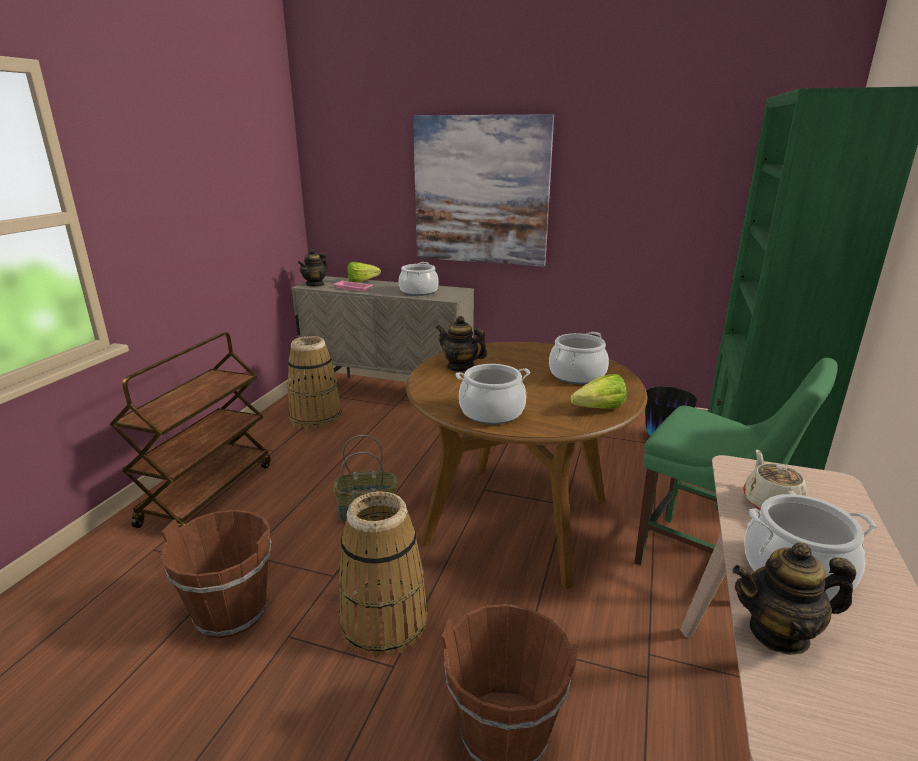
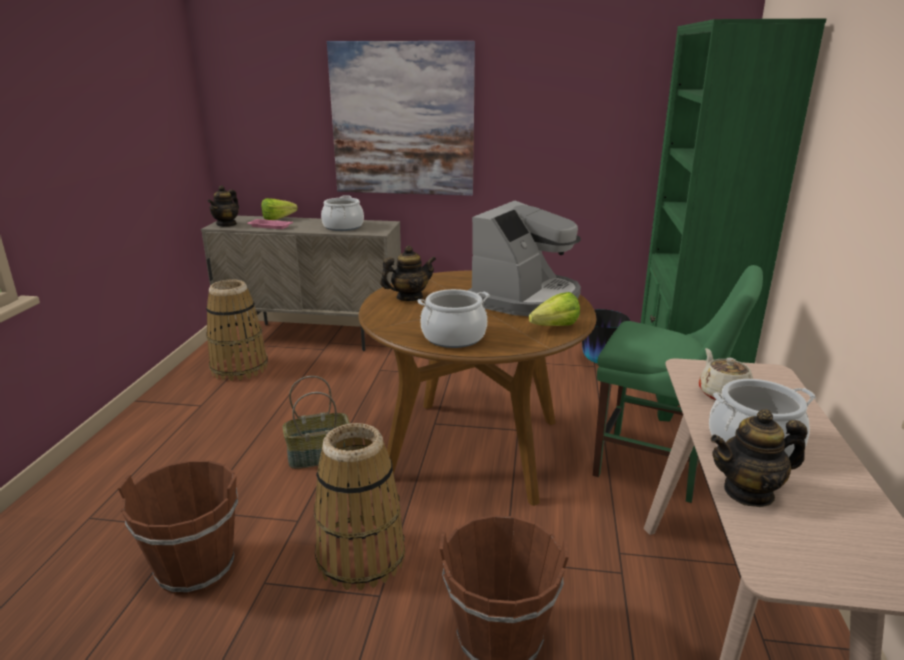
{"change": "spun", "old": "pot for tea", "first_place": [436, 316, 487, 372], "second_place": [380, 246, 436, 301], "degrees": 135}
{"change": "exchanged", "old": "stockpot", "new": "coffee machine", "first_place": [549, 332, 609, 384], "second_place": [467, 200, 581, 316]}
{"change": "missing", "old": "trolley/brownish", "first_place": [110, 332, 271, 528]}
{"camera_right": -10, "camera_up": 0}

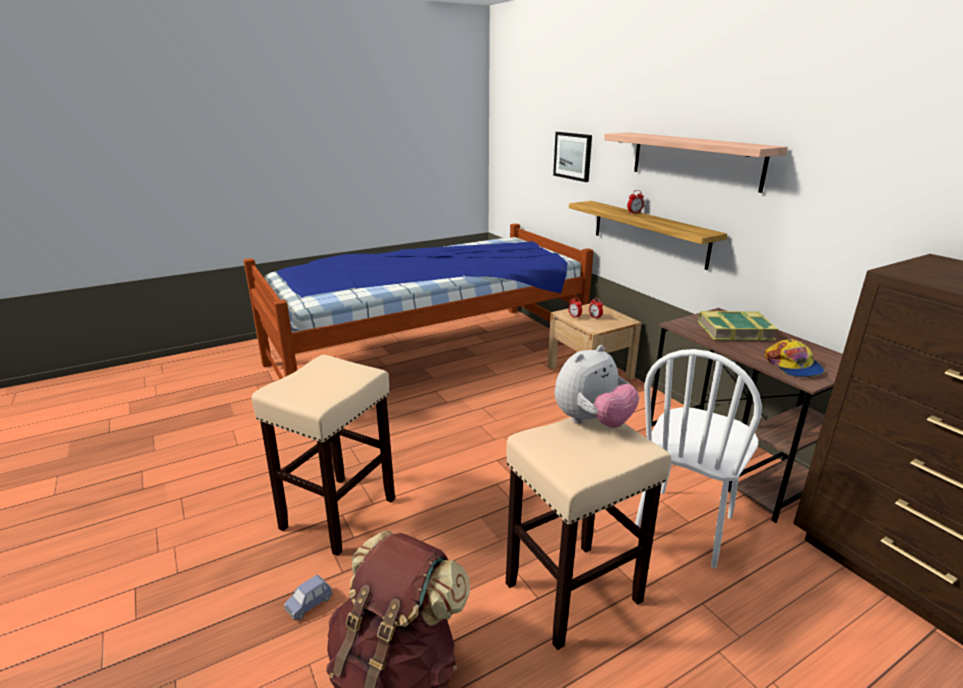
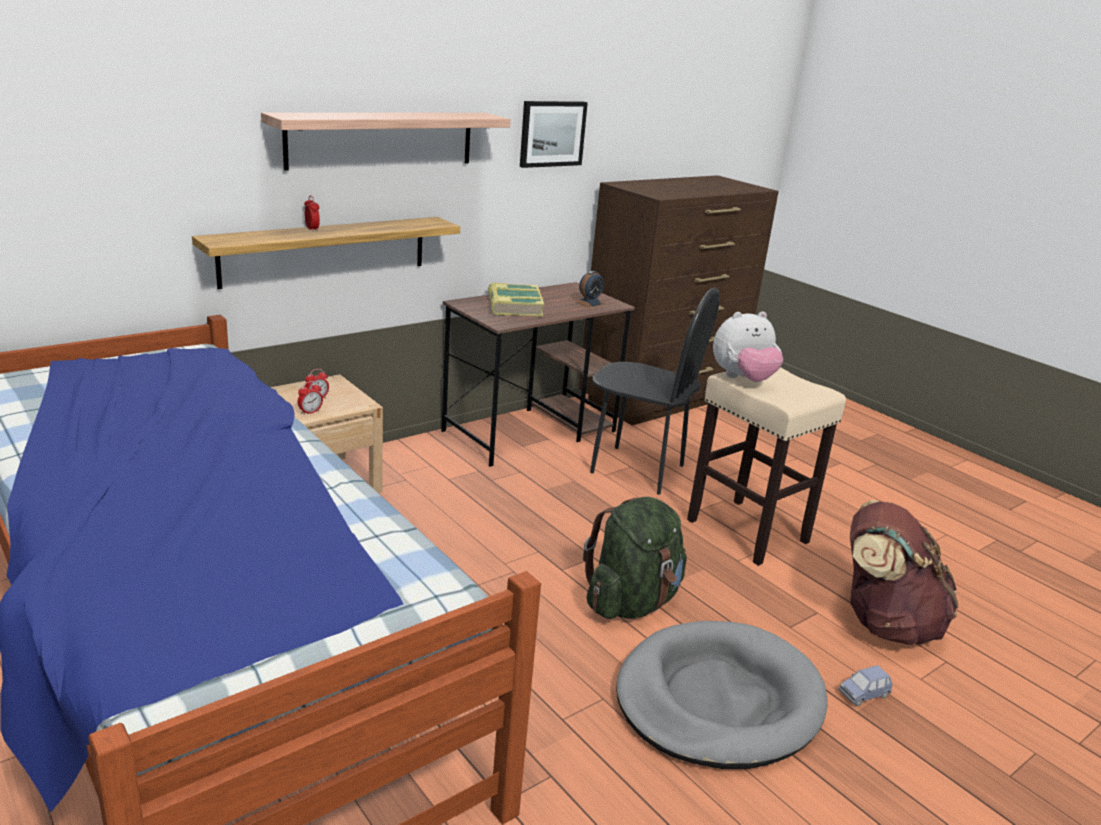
{"change": "relocated", "old": "wall art", "first_place": [553, 132, 592, 182], "second_place": [520, 101, 588, 168]}
{"change": "exchanged", "old": "baseball cap", "new": "table clock", "first_place": [765, 339, 824, 377], "second_place": [576, 271, 604, 307]}
{"change": "appeared", "new": "rucksack/green", "second_place": [583, 497, 687, 619]}
{"change": "colour", "old": "chair/whitish", "new": "chair/blackish", "first_place": [635, 349, 762, 568], "second_place": [590, 288, 720, 495]}
{"change": "exchanged", "old": "stool seat/beige-coloured", "new": "dog cushion/greyish", "first_place": [251, 355, 395, 556], "second_place": [616, 621, 827, 769]}
{"change": "spun", "old": "cuddly toy", "first_place": [555, 345, 639, 428], "second_place": [713, 311, 783, 382], "degrees": 120}
{"change": "spun", "old": "miniature car/blue-coloured", "first_place": [284, 575, 333, 620], "second_place": [839, 665, 893, 706], "degrees": 120}
{"camera_right": -100, "camera_up": 0}

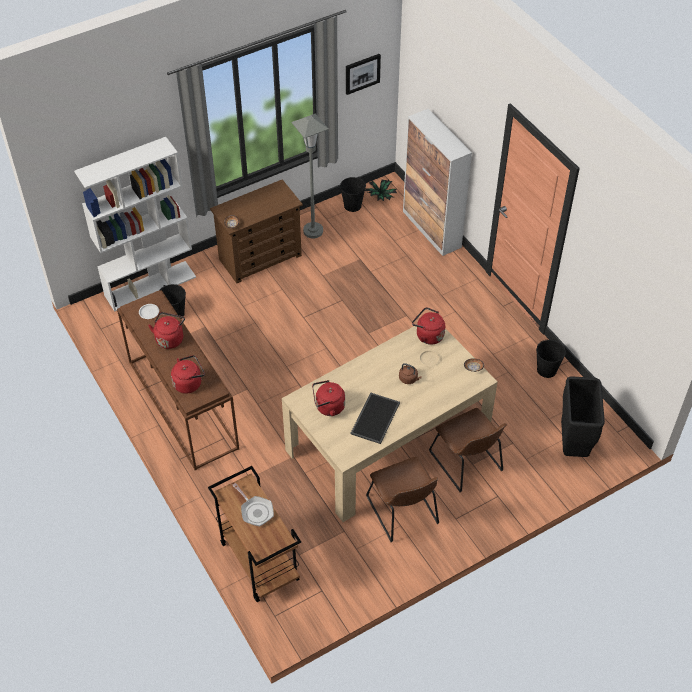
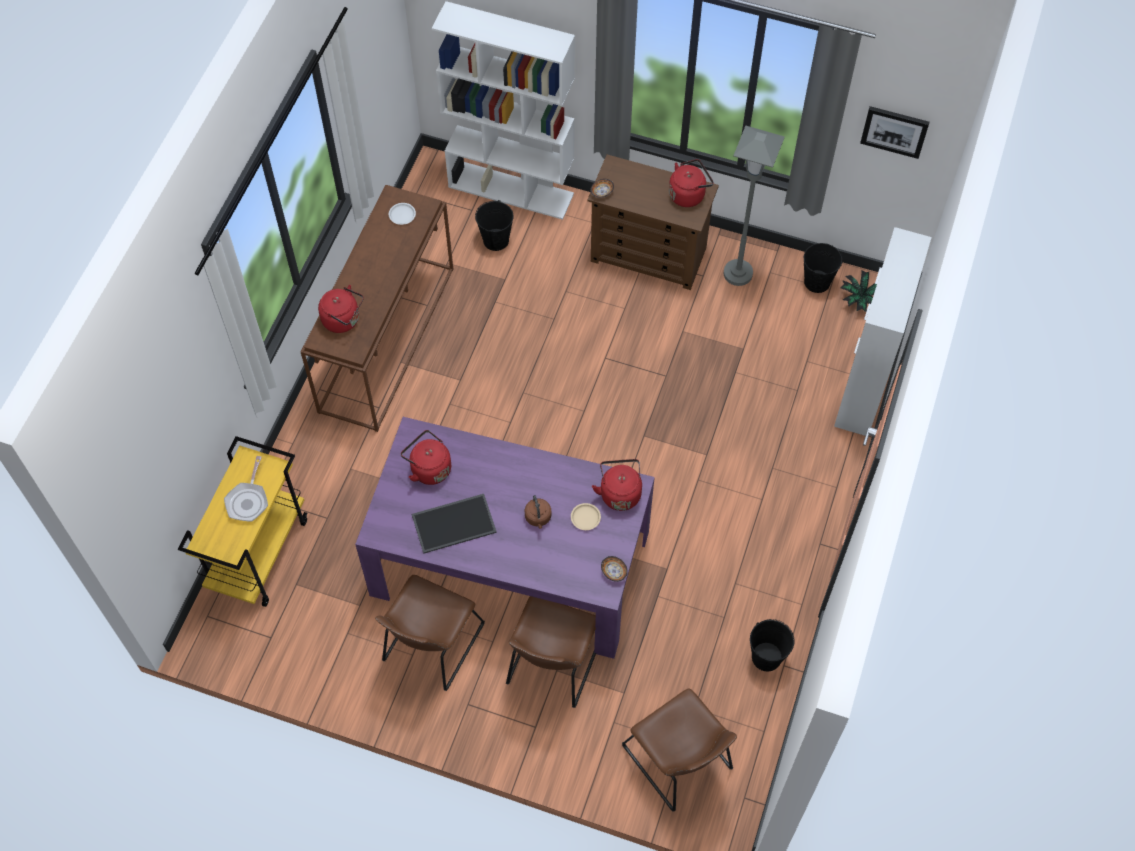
{"change": "colour", "old": "trolley/brownish", "new": "trolley/yellow-coloured", "first_place": [208, 466, 301, 602], "second_place": [178, 436, 308, 607]}
{"change": "colour", "old": "kitchen table/beige-coloured", "new": "kitchen table/purple-coloured", "first_place": [282, 326, 498, 522], "second_place": [355, 417, 655, 659]}
{"change": "exchanged", "old": "waste bin/blackish", "new": "chair/brownish", "first_place": [561, 376, 605, 457], "second_place": [622, 688, 737, 812]}
{"change": "relocated", "old": "tea kettle/reddish", "first_place": [148, 312, 185, 349], "second_place": [669, 159, 714, 207]}
{"camera_right": 50, "camera_up": 10}

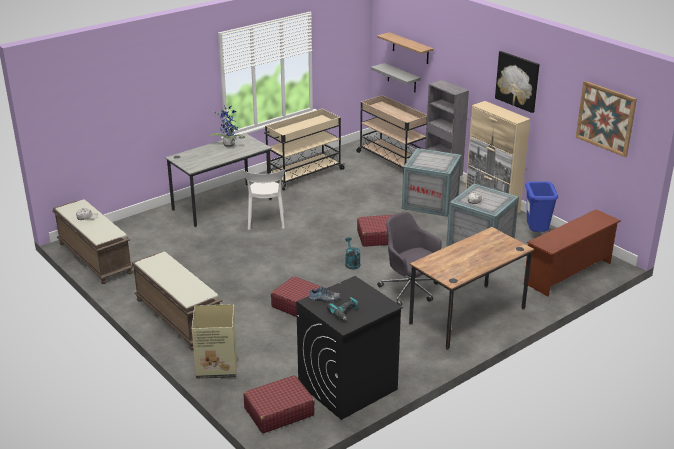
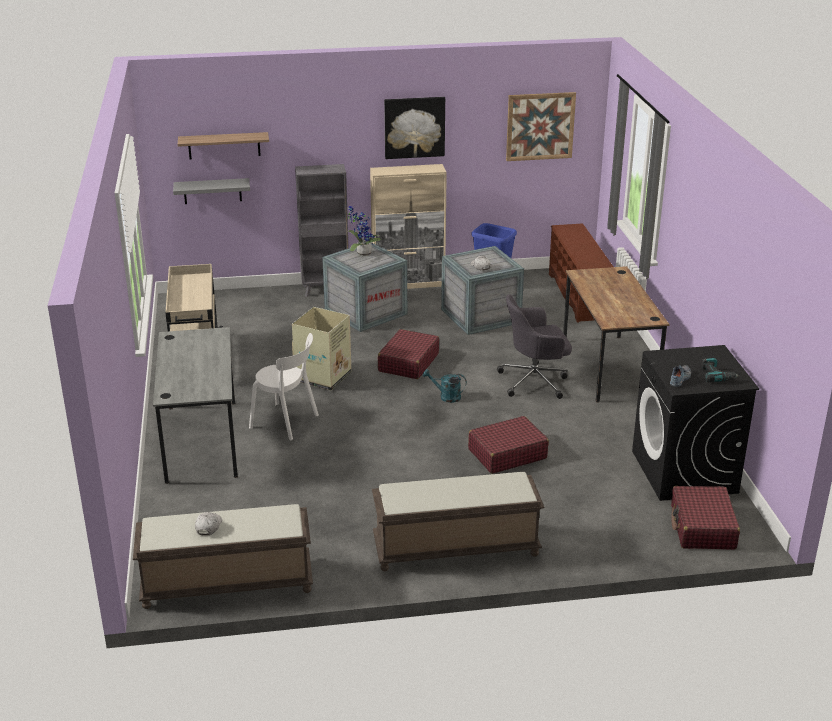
{"change": "relocated", "old": "carton", "first_place": [192, 304, 237, 379], "second_place": [292, 307, 351, 391]}
{"change": "relocated", "old": "houseplant", "first_place": [209, 106, 243, 147], "second_place": [348, 206, 381, 256]}
{"change": "missing", "old": "trolley/beige-coloured", "first_place": [356, 95, 427, 168]}
{"camera_right": -60, "camera_up": 0}

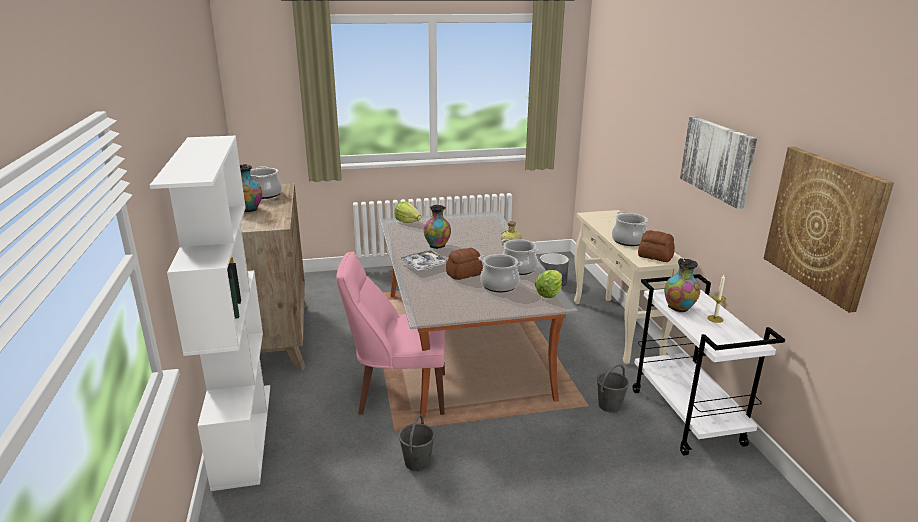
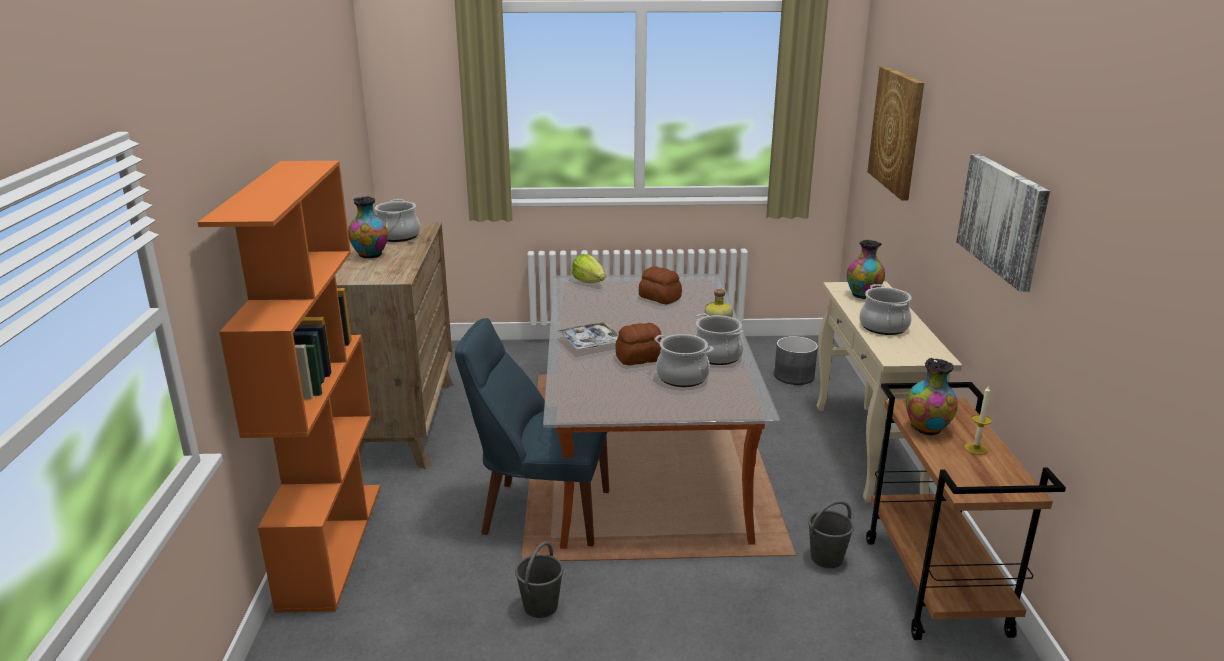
{"change": "colour", "old": "bookcase/whitish", "new": "bookcase/orange", "first_place": [150, 136, 270, 491], "second_place": [198, 161, 380, 613]}
{"change": "colour", "old": "chair/pinkish", "new": "chair/blue-coloured", "first_place": [336, 251, 445, 415], "second_place": [455, 318, 609, 546]}
{"change": "relocated", "old": "baked bread", "first_place": [638, 230, 675, 262], "second_place": [639, 266, 682, 304]}
{"change": "relocated", "old": "vase", "first_place": [424, 205, 451, 249], "second_place": [847, 240, 885, 299]}
{"change": "colour", "old": "trolley/whitish", "new": "trolley/brownish", "first_place": [633, 274, 785, 455], "second_place": [866, 382, 1066, 640]}
{"change": "relocated", "old": "wall art", "first_place": [764, 147, 894, 313], "second_place": [867, 66, 924, 201]}
{"change": "missing", "old": "lettuce", "first_place": [535, 270, 562, 298]}
{"camera_right": 10, "camera_up": 0}

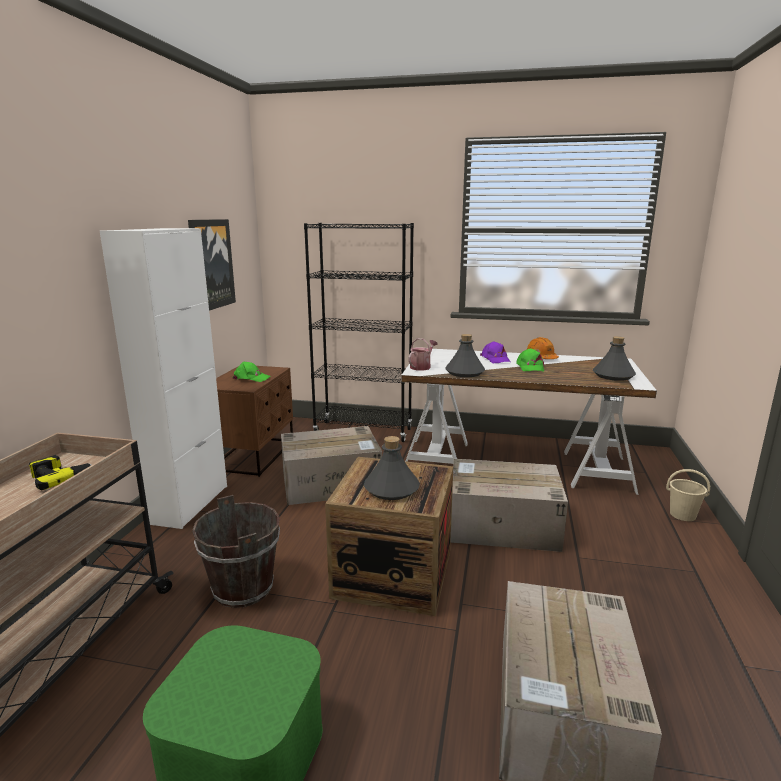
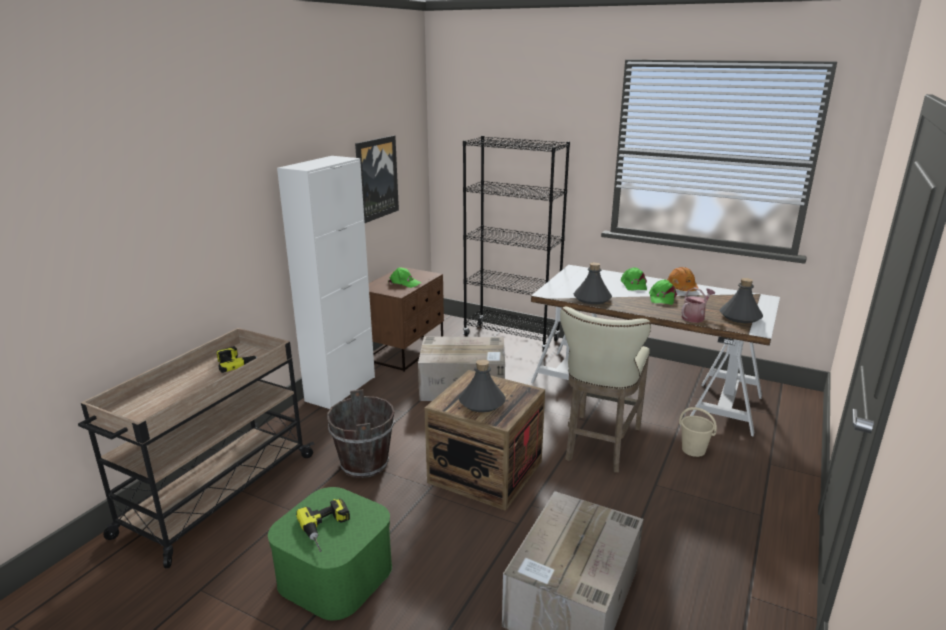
{"change": "appeared", "new": "power drill", "second_place": [296, 499, 350, 552]}
{"change": "exchanged", "old": "carton", "new": "stool seat/beige-coloured", "first_place": [450, 459, 568, 552], "second_place": [560, 307, 651, 472]}
{"change": "colour", "old": "baseball cap/purple-coloured", "new": "baseball cap/green", "first_place": [480, 341, 510, 363], "second_place": [621, 267, 647, 290]}
{"change": "relocated", "old": "bucket/beige-coloured", "first_place": [666, 469, 710, 521], "second_place": [679, 407, 717, 457]}
{"change": "relocated", "old": "sprinkling can", "first_place": [409, 338, 438, 371], "second_place": [681, 287, 715, 323]}
{"camera_right": 15, "camera_up": 5}

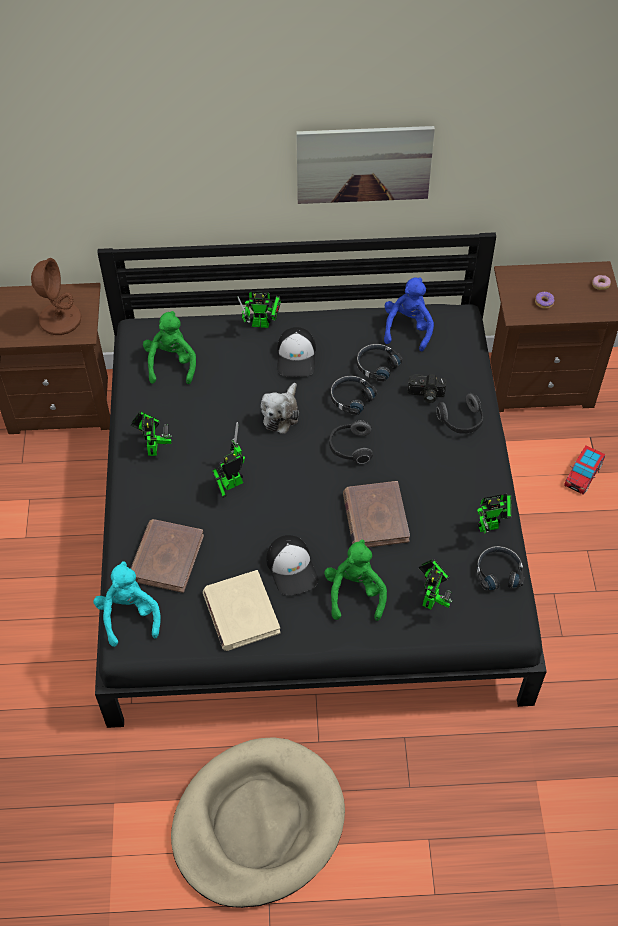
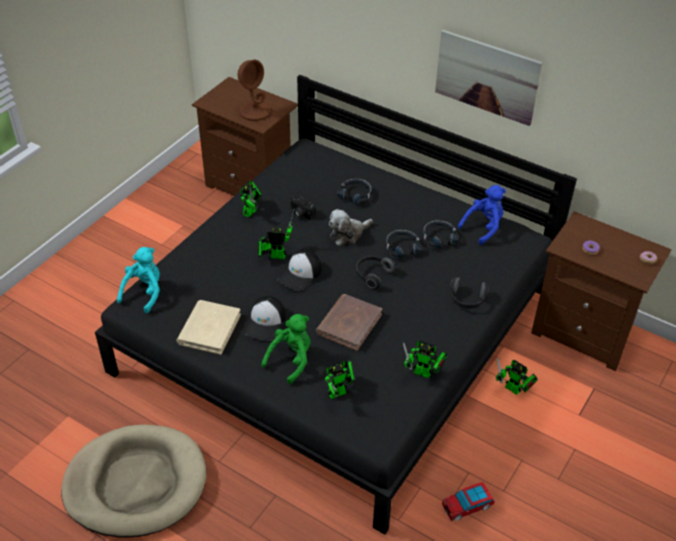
{"change": "relocated", "old": "baseball cap", "first_place": [277, 327, 316, 377], "second_place": [277, 250, 322, 291]}
{"change": "relocated", "old": "still camera", "first_place": [408, 374, 446, 403], "second_place": [289, 194, 316, 220]}
{"change": "relocated", "old": "pair of headphones/blackish", "first_place": [477, 546, 525, 591], "second_place": [337, 178, 372, 205]}
{"change": "relocated", "old": "miniature car", "first_place": [564, 446, 605, 495], "second_place": [442, 482, 495, 521]}
{"change": "relocated", "old": "robot figure", "first_place": [237, 291, 281, 328], "second_place": [496, 358, 538, 395]}
{"change": "missing", "old": "volume/brownish", "first_place": [130, 519, 204, 593]}
{"change": "missing", "old": "cuddly toy/green", "first_place": [143, 311, 196, 384]}
{"camera_right": 35, "camera_up": -10}

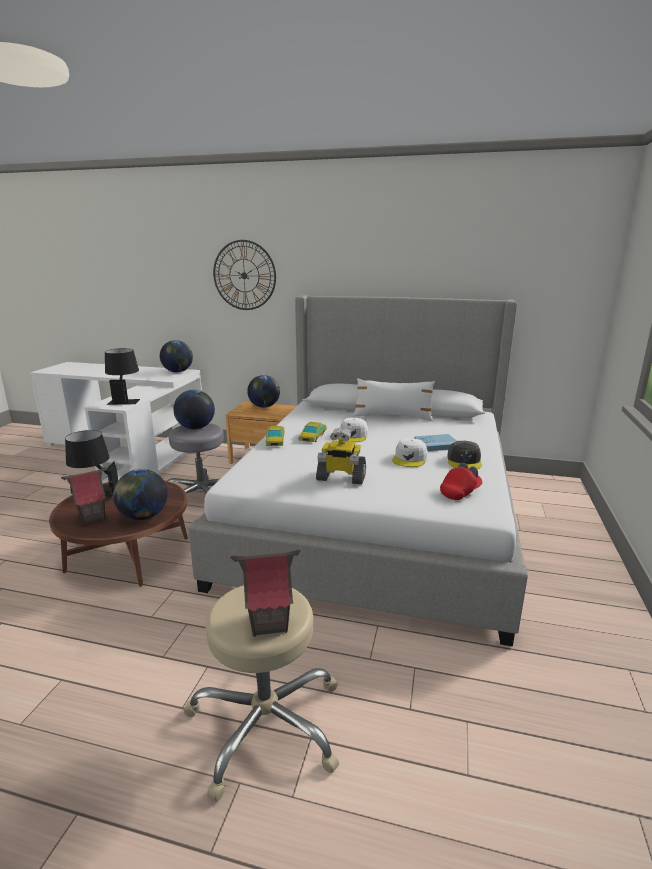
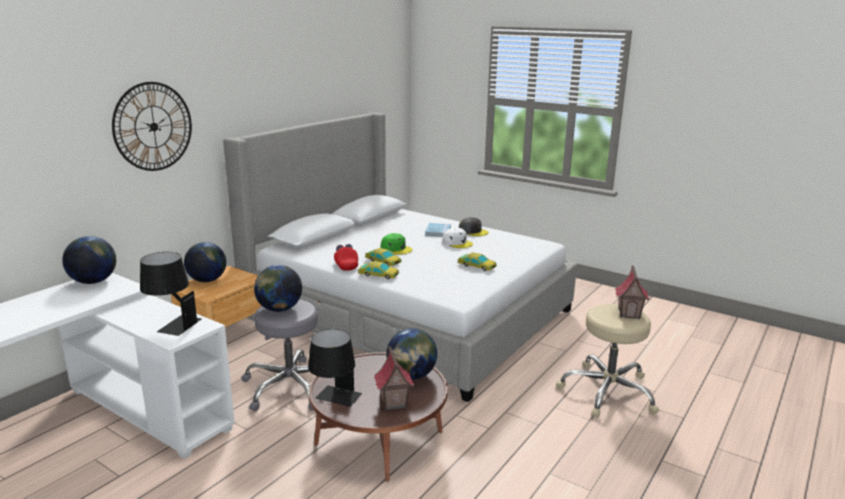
{"change": "relocated", "old": "baseball cap/reddish", "first_place": [440, 463, 482, 500], "second_place": [334, 244, 358, 271]}
{"change": "colour", "old": "baseball cap/whitish", "new": "baseball cap/green", "first_place": [338, 418, 368, 442], "second_place": [380, 233, 413, 255]}
{"change": "exchanged", "old": "robot figure", "new": "miniature car", "first_place": [316, 428, 366, 484], "second_place": [458, 253, 497, 271]}
{"change": "missing", "old": "throw pillow/whitish", "first_place": [353, 378, 435, 421]}
{"camera_right": -70, "camera_up": 0}

